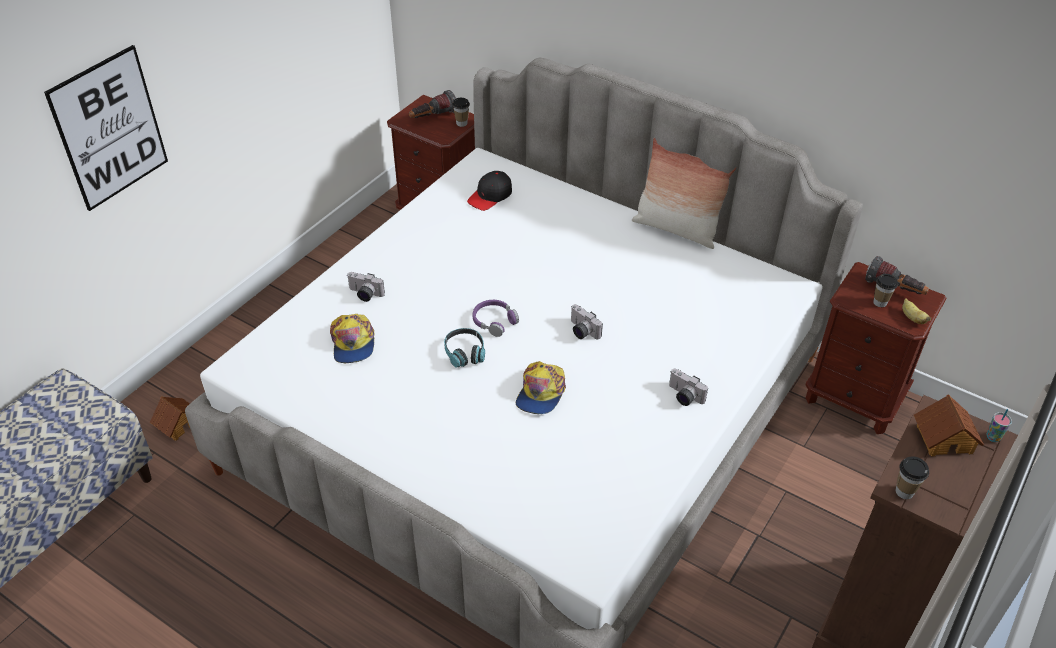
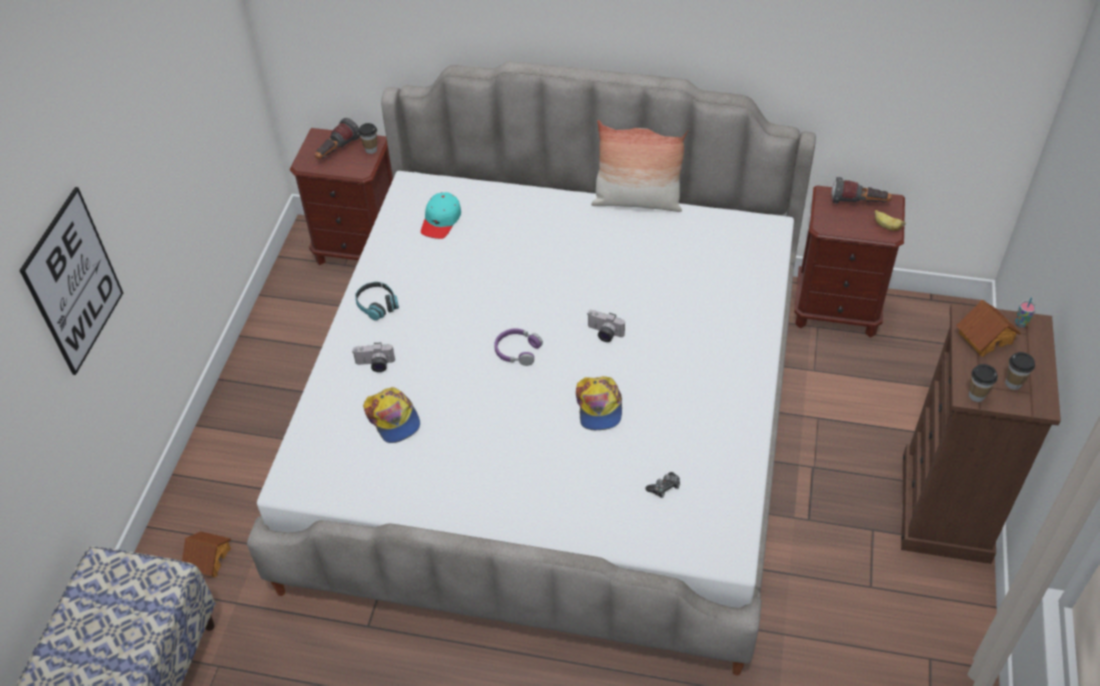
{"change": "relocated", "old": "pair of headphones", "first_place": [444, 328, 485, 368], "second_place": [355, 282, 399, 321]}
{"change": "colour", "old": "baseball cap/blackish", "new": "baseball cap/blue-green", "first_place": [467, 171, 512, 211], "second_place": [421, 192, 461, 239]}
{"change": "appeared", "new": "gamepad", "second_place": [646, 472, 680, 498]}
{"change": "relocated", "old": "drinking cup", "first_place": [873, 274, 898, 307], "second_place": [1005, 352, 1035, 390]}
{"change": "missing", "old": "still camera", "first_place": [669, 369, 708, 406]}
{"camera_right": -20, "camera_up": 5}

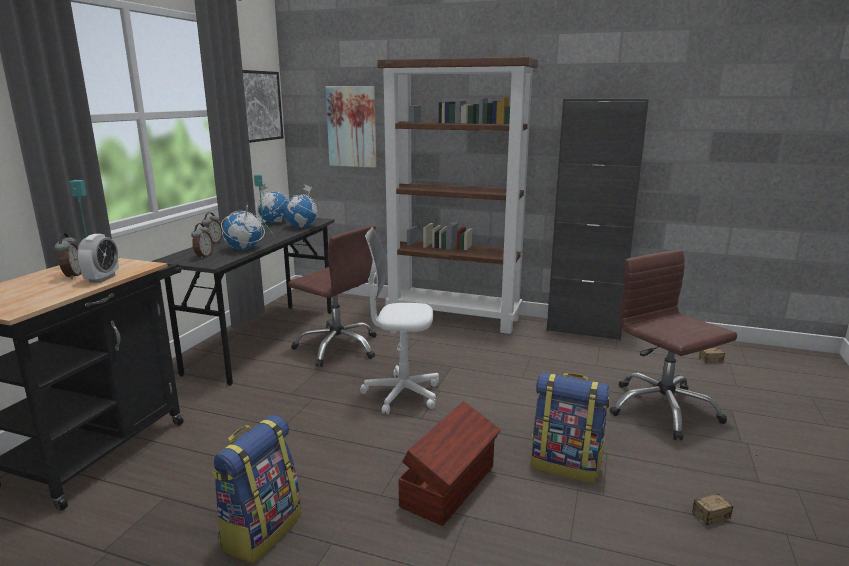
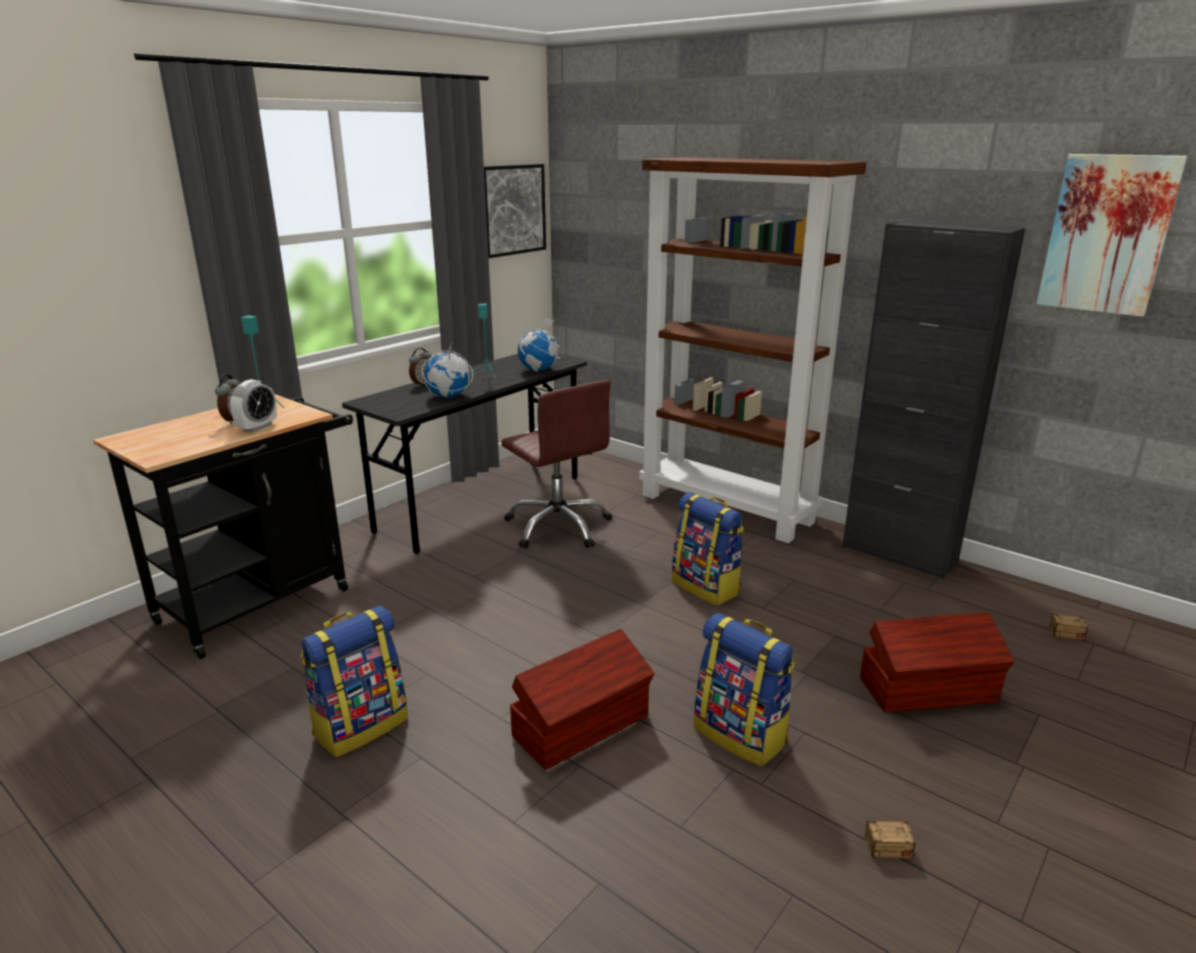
{"change": "appeared", "new": "rucksack", "second_place": [672, 492, 744, 605]}
{"change": "exchanged", "old": "computer chair/brownish", "new": "storage container/brownish", "first_place": [609, 250, 737, 440], "second_place": [860, 612, 1015, 713]}
{"change": "relocated", "old": "wall art", "first_place": [326, 86, 376, 168], "second_place": [1036, 154, 1187, 317]}
{"change": "missing", "old": "table clock", "first_place": [191, 223, 213, 259]}
{"change": "missing", "old": "desk globe", "first_place": [256, 183, 288, 223]}
{"change": "missing", "old": "computer chair/whitish", "first_place": [360, 227, 439, 415]}
{"camera_right": 20, "camera_up": 5}

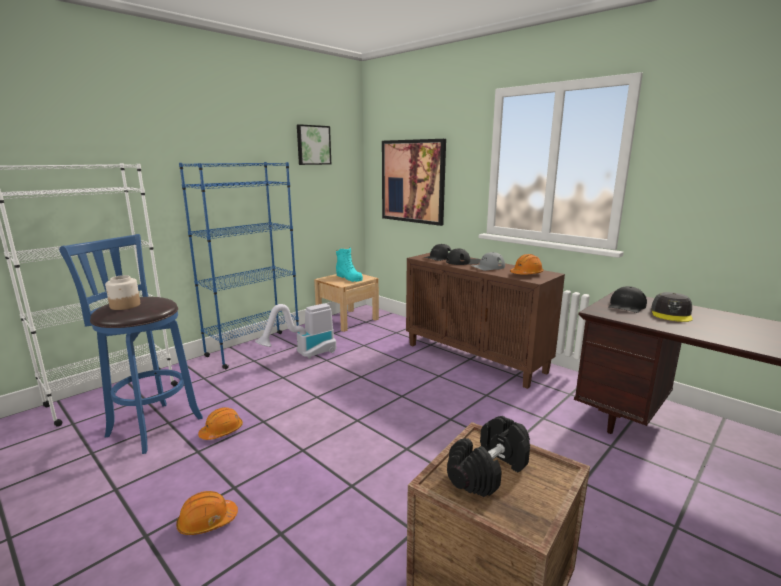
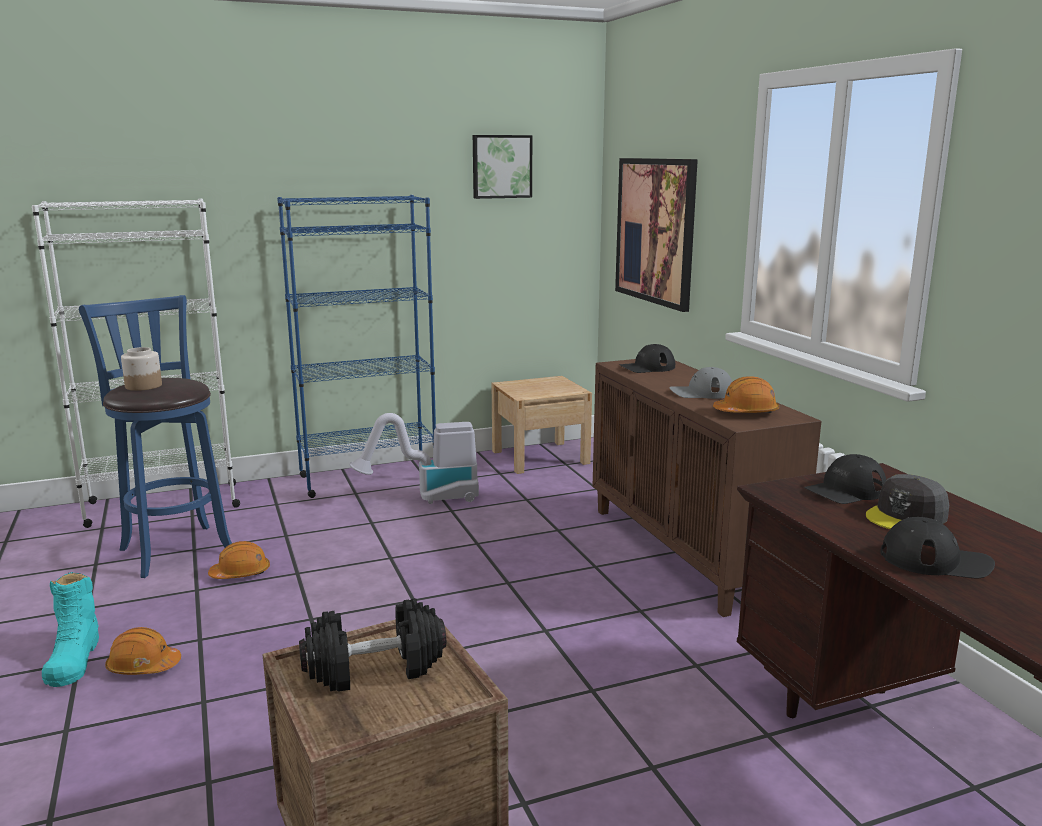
{"change": "relocated", "old": "tall boot/blue-green", "first_place": [336, 248, 363, 282], "second_place": [42, 572, 99, 687]}
{"change": "relocated", "old": "baseball cap/blackish", "first_place": [446, 248, 480, 265], "second_place": [880, 517, 995, 578]}
{"camera_right": 25, "camera_up": 0}

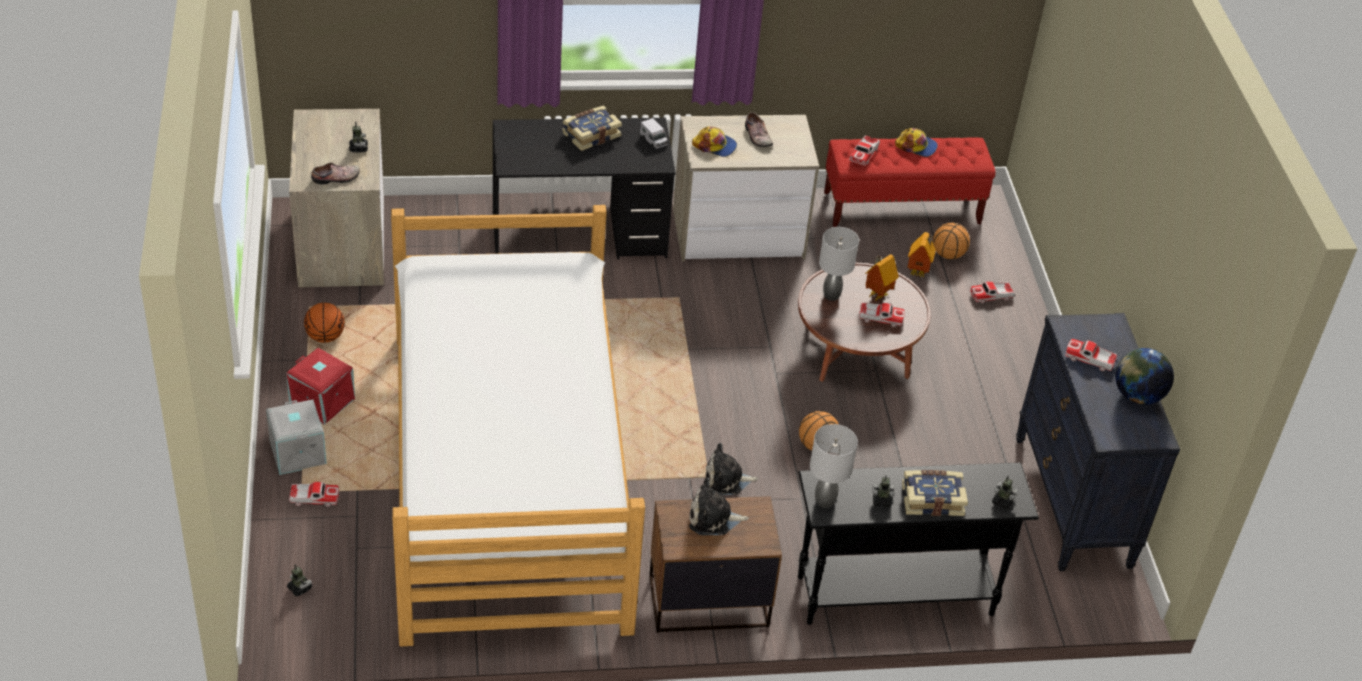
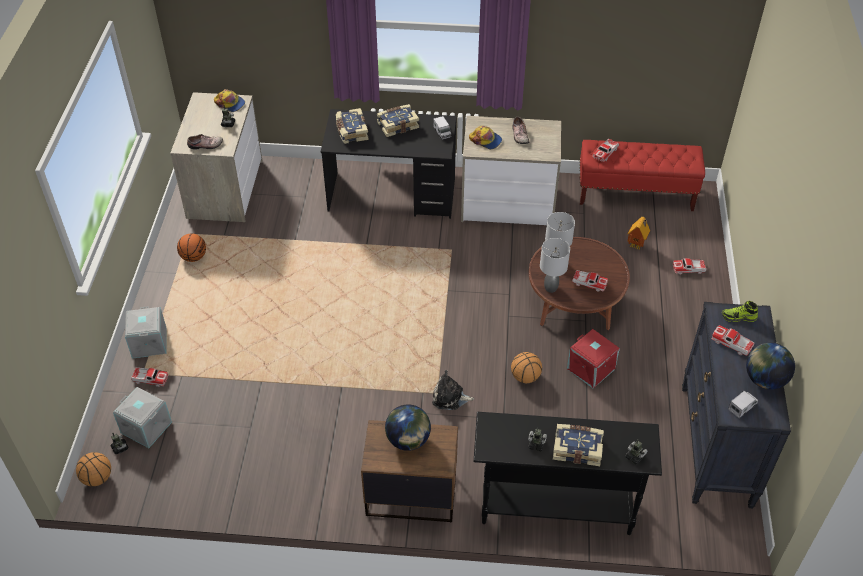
{"change": "relocated", "old": "ball for basketball", "first_place": [933, 223, 970, 259], "second_place": [76, 452, 111, 486]}
{"change": "appeared", "new": "storage container/greyish", "second_place": [113, 387, 172, 448]}
{"change": "relocated", "old": "baseball cap", "first_place": [895, 128, 938, 157], "second_place": [214, 89, 245, 112]}
{"change": "appeared", "new": "volume", "second_place": [336, 108, 369, 144]}
{"change": "exchanged", "old": "cuddly toy", "new": "desk globe", "first_place": [689, 477, 749, 535], "second_place": [385, 404, 431, 451]}
{"change": "relocated", "old": "tabletop lamp/greyish", "first_place": [810, 424, 858, 508], "second_place": [540, 238, 570, 293]}
{"change": "relocated", "old": "storage container/reddish", "first_place": [286, 348, 355, 425], "second_place": [567, 329, 620, 388]}
{"change": "appeared", "new": "low shoe", "second_place": [722, 301, 758, 322]}
{"change": "appeared", "new": "toy lorry", "second_place": [728, 390, 758, 418]}
{"change": "missing", "old": "sleeping bed", "first_place": [391, 205, 645, 646]}
{"change": "missing", "old": "toy house", "first_place": [865, 254, 899, 301]}
{"camera_right": 15, "camera_up": 5}

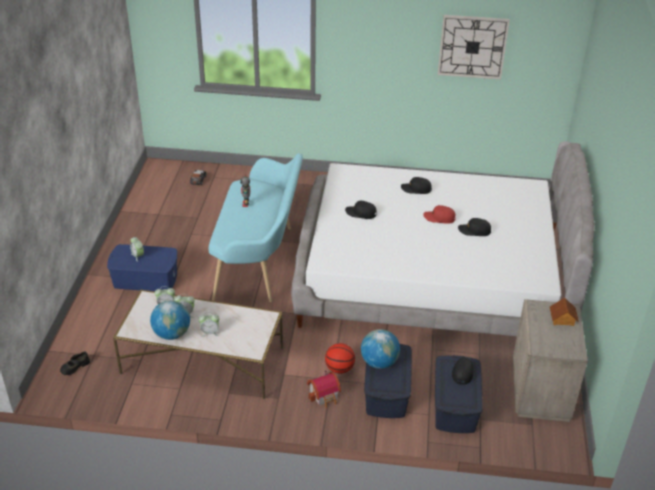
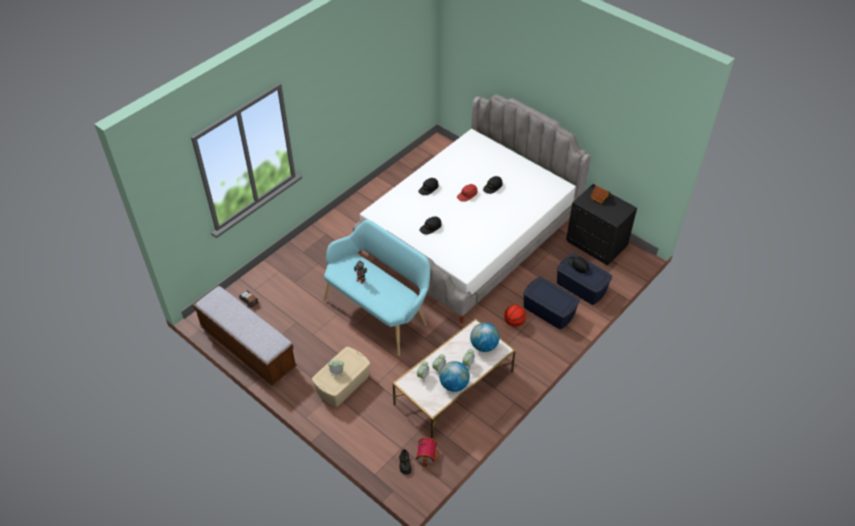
{"change": "appeared", "new": "bench", "second_place": [193, 286, 297, 386]}
{"change": "colour", "old": "storage container/blue-coloured", "new": "storage container/beige-coloured", "first_place": [107, 244, 177, 291], "second_place": [312, 347, 370, 407]}
{"change": "relocated", "old": "toy house", "first_place": [307, 370, 341, 408], "second_place": [416, 437, 440, 467]}
{"change": "relocated", "old": "desk globe", "first_place": [361, 329, 400, 369], "second_place": [470, 323, 500, 352]}
{"change": "colour", "old": "nightstand/beige-coloured", "new": "nightstand/blackish", "first_place": [513, 299, 588, 422], "second_place": [566, 184, 637, 265]}
{"change": "missing", "old": "wall clock", "first_place": [438, 15, 510, 79]}
{"camera_right": -55, "camera_up": 10}

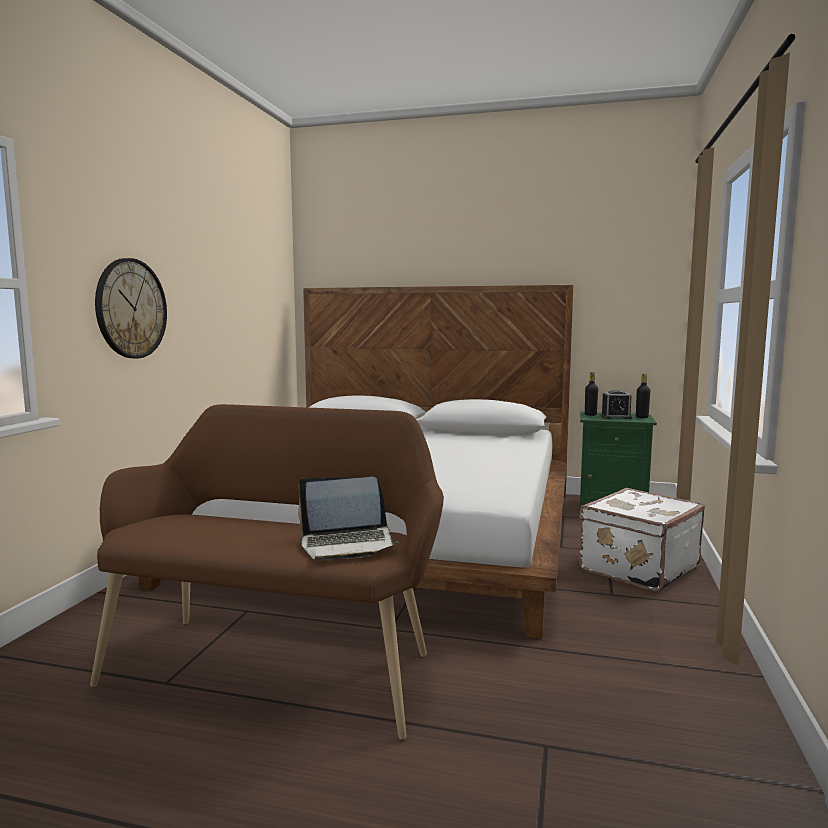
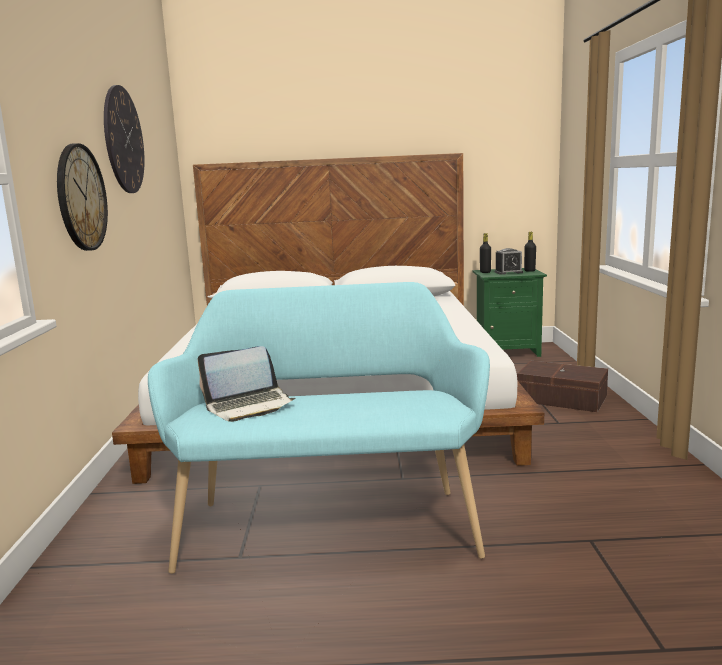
{"change": "appeared", "new": "wall clock", "second_place": [104, 85, 145, 193]}
{"change": "colour", "old": "bench/brownish", "new": "bench/blue-green", "first_place": [90, 404, 444, 740], "second_place": [148, 282, 490, 574]}
{"change": "relocated", "old": "portable computer", "first_place": [298, 477, 399, 561], "second_place": [198, 346, 295, 422]}
{"change": "exchanged", "old": "suitcase/whitish", "new": "storage container/brownish", "first_place": [579, 488, 705, 592], "second_place": [517, 361, 608, 412]}
{"camera_right": -15, "camera_up": 5}

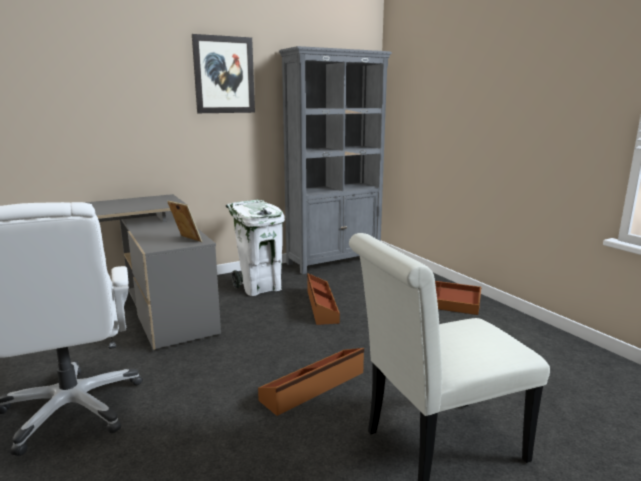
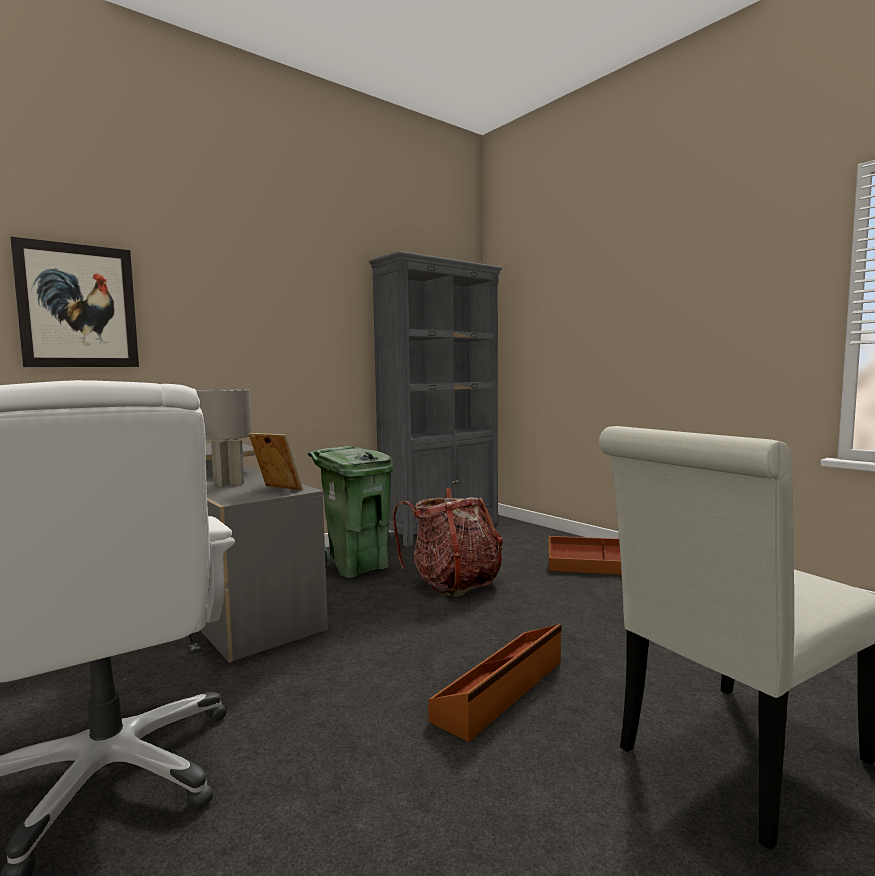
{"change": "relocated", "old": "wall art", "first_place": [192, 34, 255, 113], "second_place": [10, 237, 139, 367]}
{"change": "appeared", "new": "tabletop lamp/greyish", "second_place": [197, 389, 253, 487]}
{"change": "colour", "old": "waste bin/whitish", "new": "waste bin/green", "first_place": [226, 200, 285, 296], "second_place": [308, 446, 394, 578]}
{"change": "exchanged", "old": "storage container/brownish", "new": "rucksack", "first_place": [307, 273, 340, 325], "second_place": [393, 488, 503, 596]}
{"camera_right": -10, "camera_up": -10}

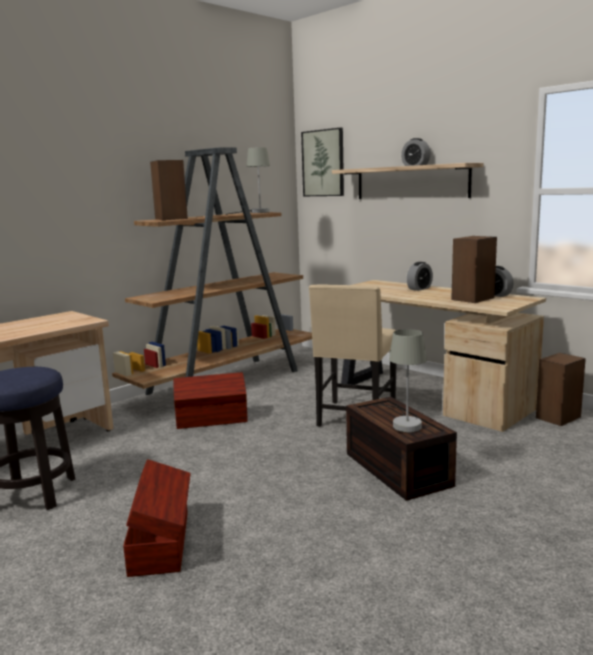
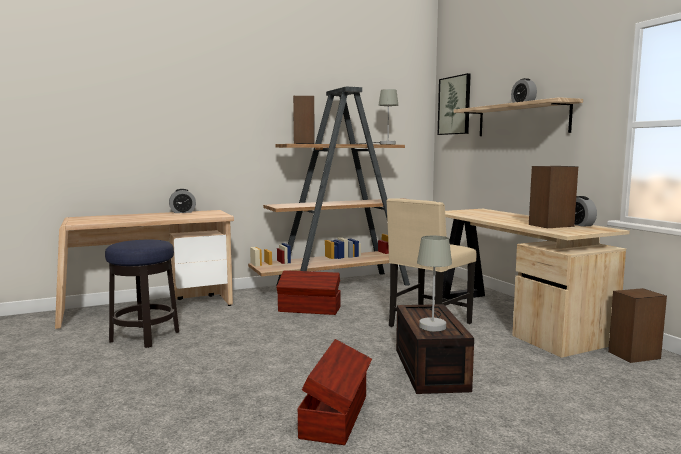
{"change": "relocated", "old": "table clock", "first_place": [407, 262, 433, 291], "second_place": [169, 189, 196, 213]}
{"change": "relocated", "old": "storage container/brownish", "first_place": [123, 459, 191, 577], "second_place": [298, 339, 372, 445]}
{"camera_right": 20, "camera_up": -5}

